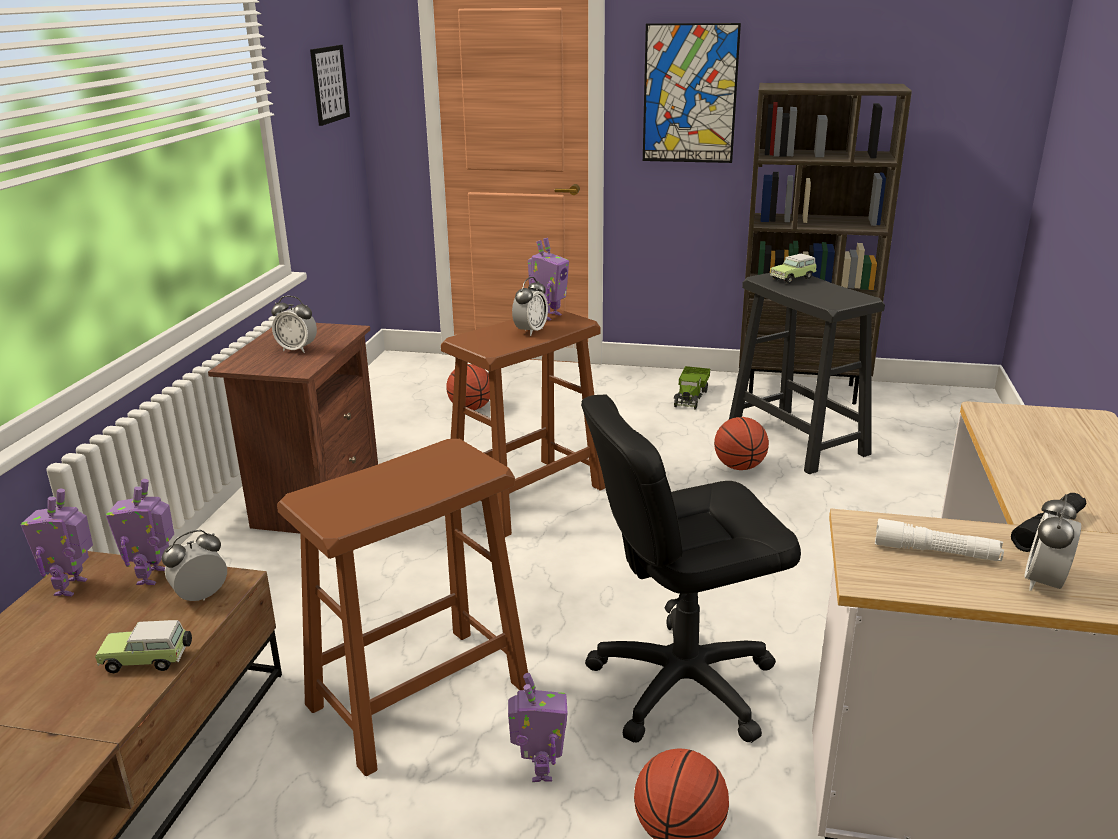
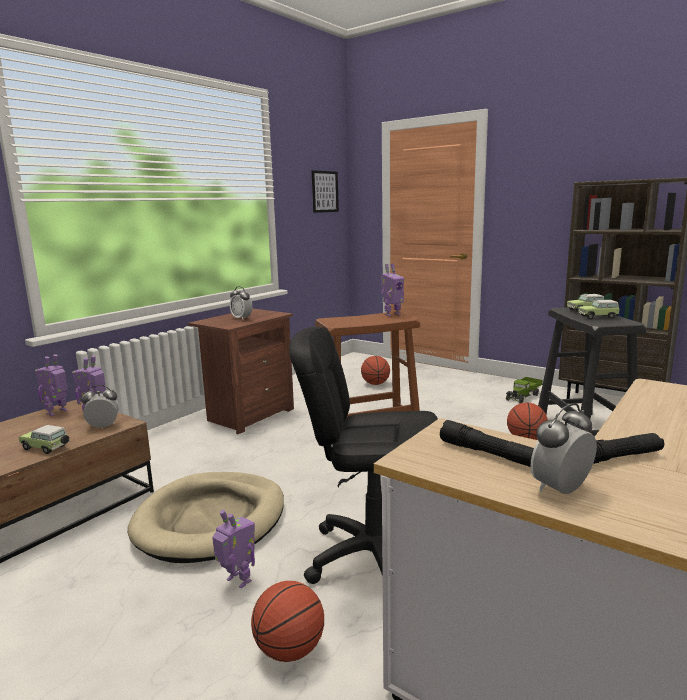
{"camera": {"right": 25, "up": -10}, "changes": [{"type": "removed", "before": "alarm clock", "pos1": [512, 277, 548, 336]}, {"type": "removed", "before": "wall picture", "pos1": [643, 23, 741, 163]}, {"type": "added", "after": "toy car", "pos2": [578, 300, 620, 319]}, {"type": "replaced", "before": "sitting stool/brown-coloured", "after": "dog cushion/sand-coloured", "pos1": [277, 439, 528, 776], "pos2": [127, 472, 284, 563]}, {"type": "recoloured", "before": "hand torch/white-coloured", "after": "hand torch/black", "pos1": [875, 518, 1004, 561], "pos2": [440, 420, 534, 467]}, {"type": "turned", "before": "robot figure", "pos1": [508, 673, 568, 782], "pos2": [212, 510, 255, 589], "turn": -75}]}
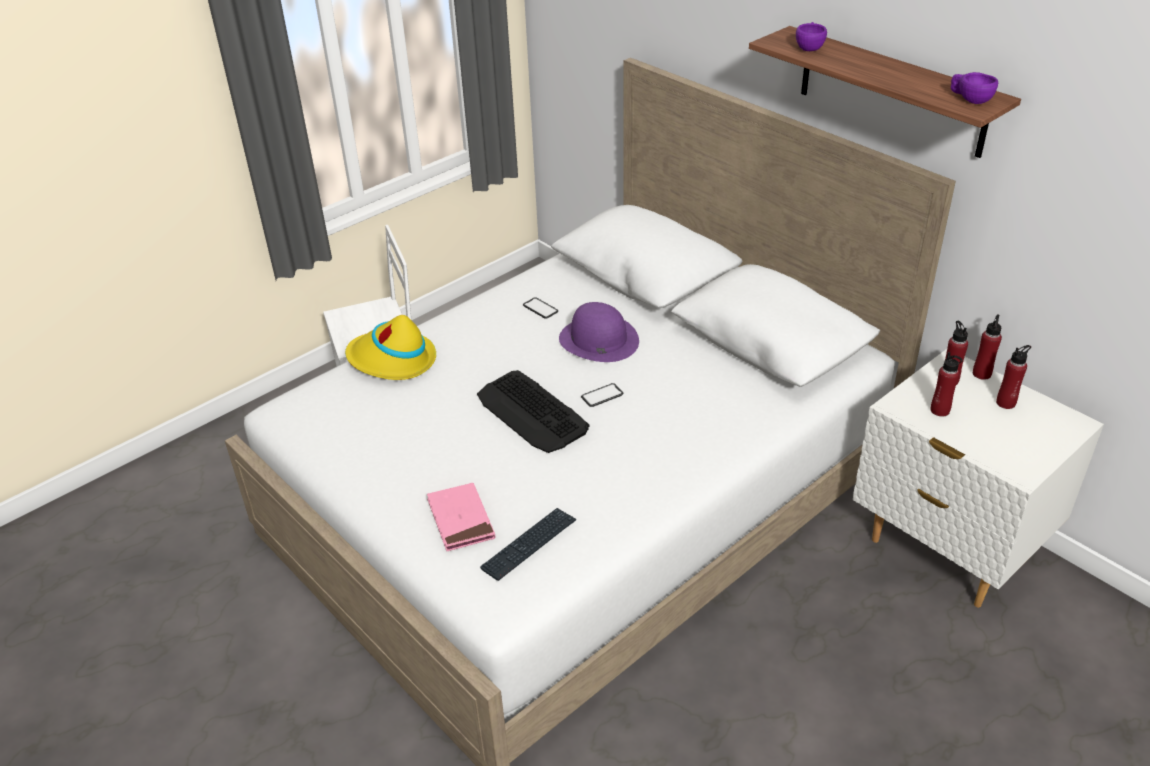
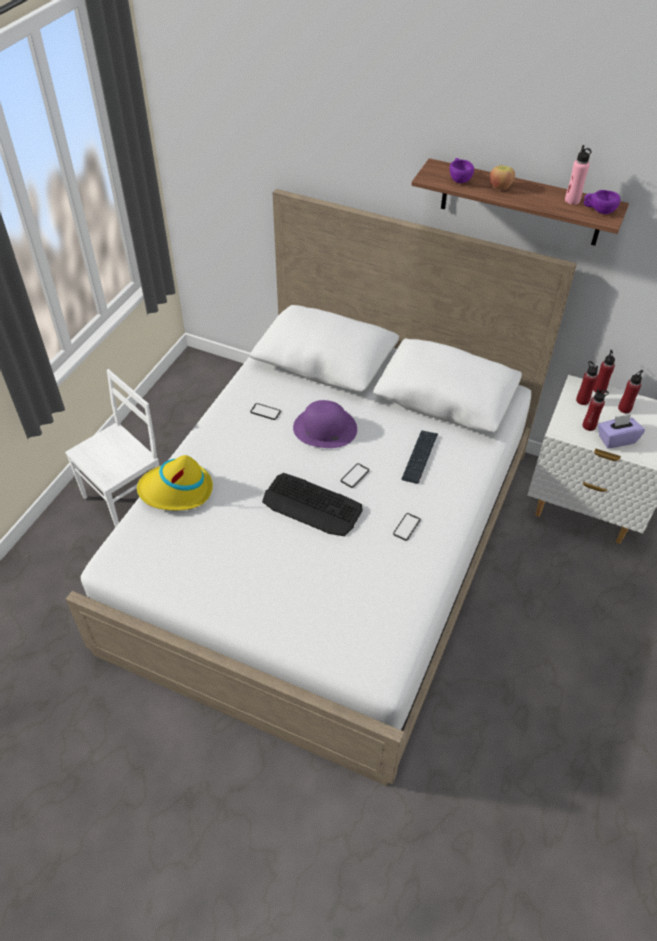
{"camera": {"right": -25, "up": 10}, "changes": [{"type": "removed", "before": "bound book/pink-coloured", "pos1": [427, 483, 495, 551]}, {"type": "added", "after": "phone", "pos2": [393, 513, 420, 541]}, {"type": "added", "after": "apple fruit", "pos2": [490, 165, 515, 190]}, {"type": "added", "after": "drink bottle/pink-coloured", "pos2": [565, 145, 592, 205]}, {"type": "added", "after": "tissue holder/purple-coloured", "pos2": [598, 414, 645, 448]}, {"type": "moved", "before": "keyboard", "pos1": [480, 508, 576, 581], "pos2": [402, 430, 438, 484]}]}
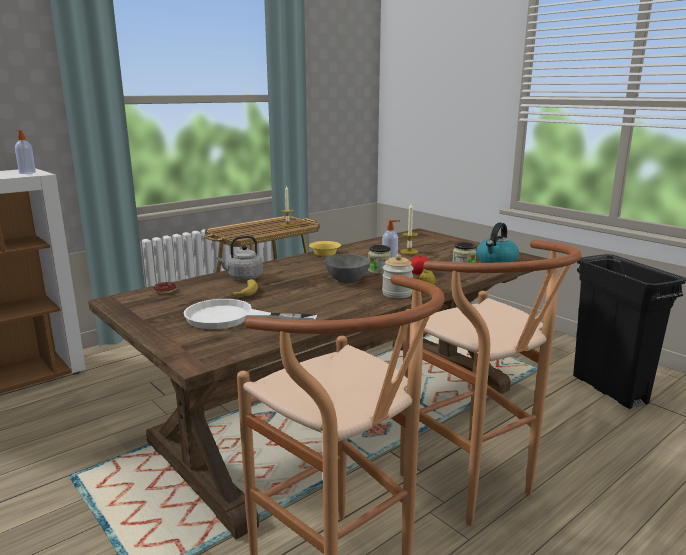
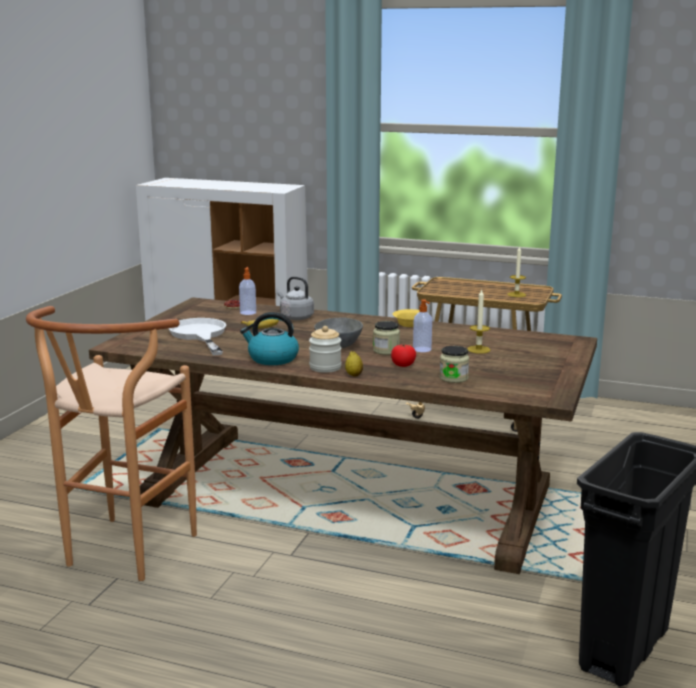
{"camera": {"right": 60, "up": 0}, "changes": [{"type": "removed", "before": "sitting stool/brown-coloured", "pos1": [400, 240, 582, 526]}, {"type": "moved", "before": "liquid soap bottle", "pos1": [15, 130, 36, 174], "pos2": [239, 267, 256, 315]}, {"type": "moved", "before": "kettle", "pos1": [476, 223, 519, 263], "pos2": [240, 312, 299, 365]}]}
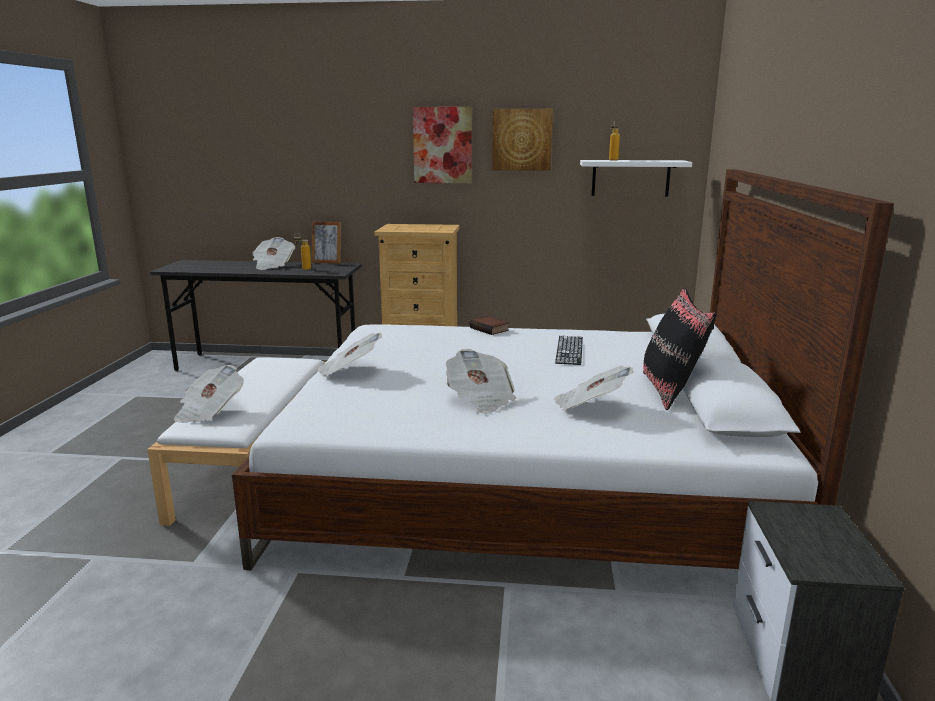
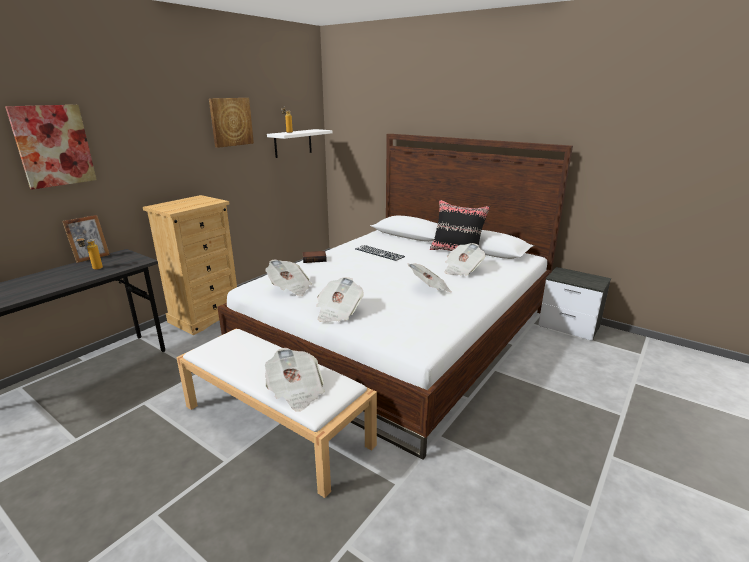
{"camera": {"right": -60, "up": 5}, "changes": [{"type": "moved", "before": "daily paper", "pos1": [253, 237, 295, 270], "pos2": [265, 260, 312, 296]}, {"type": "moved", "before": "wall picture", "pos1": [413, 107, 472, 183], "pos2": [5, 105, 97, 189]}]}
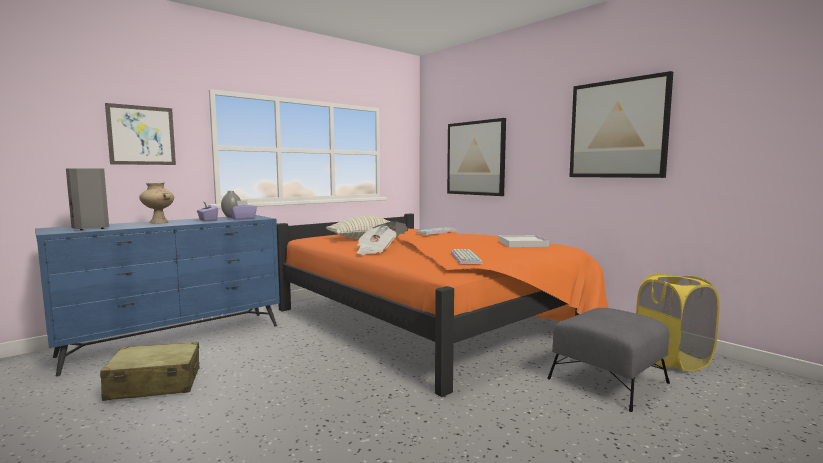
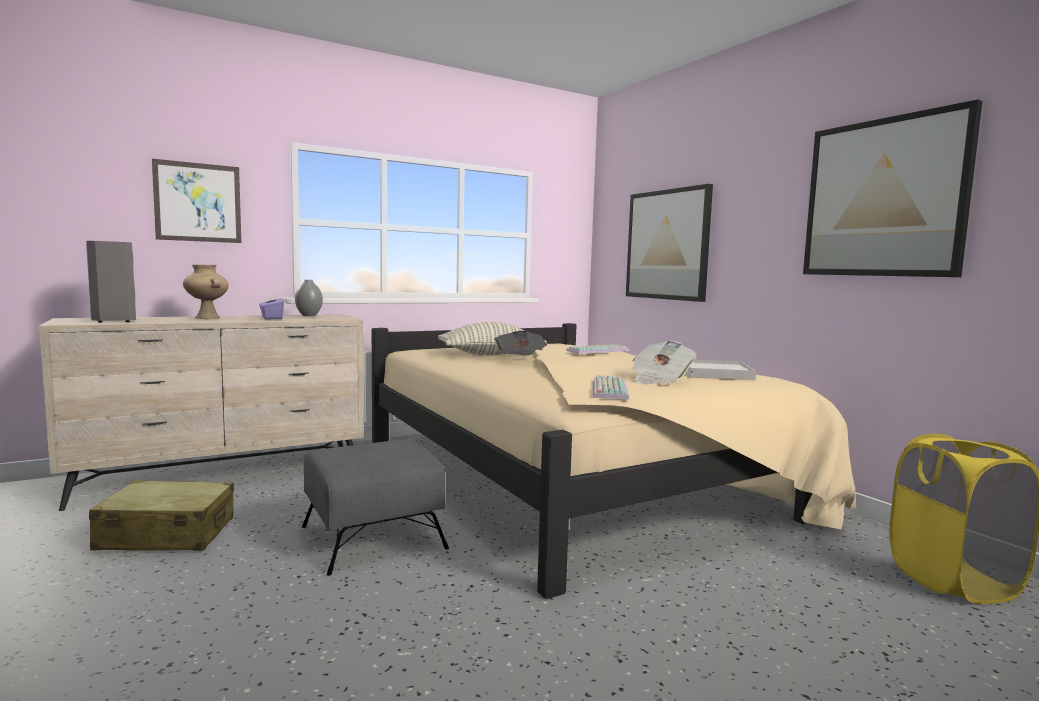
{"camera": {"right": 10, "up": 0}, "changes": [{"type": "removed", "before": "tissue holder/purple-coloured", "pos1": [229, 200, 257, 220]}, {"type": "moved", "before": "daily paper", "pos1": [357, 226, 397, 255], "pos2": [632, 341, 697, 384]}, {"type": "moved", "before": "footrest/grey", "pos1": [547, 308, 670, 412], "pos2": [302, 440, 449, 576]}, {"type": "recoloured", "before": "chest of drawers/blue-coloured", "after": "chest of drawers/sand-coloured", "pos1": [35, 215, 280, 376], "pos2": [39, 315, 364, 511]}, {"type": "recoloured", "before": "bed/orange-coloured", "after": "bed/sand-coloured", "pos1": [277, 214, 608, 397], "pos2": [372, 323, 856, 599]}]}
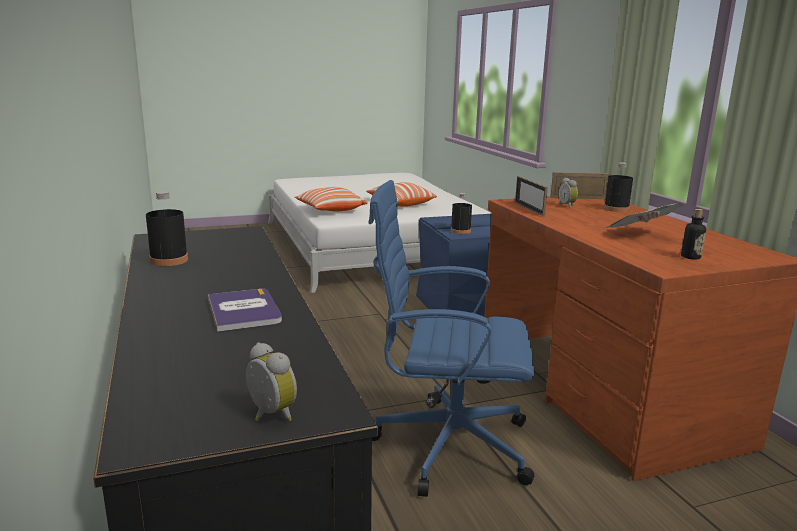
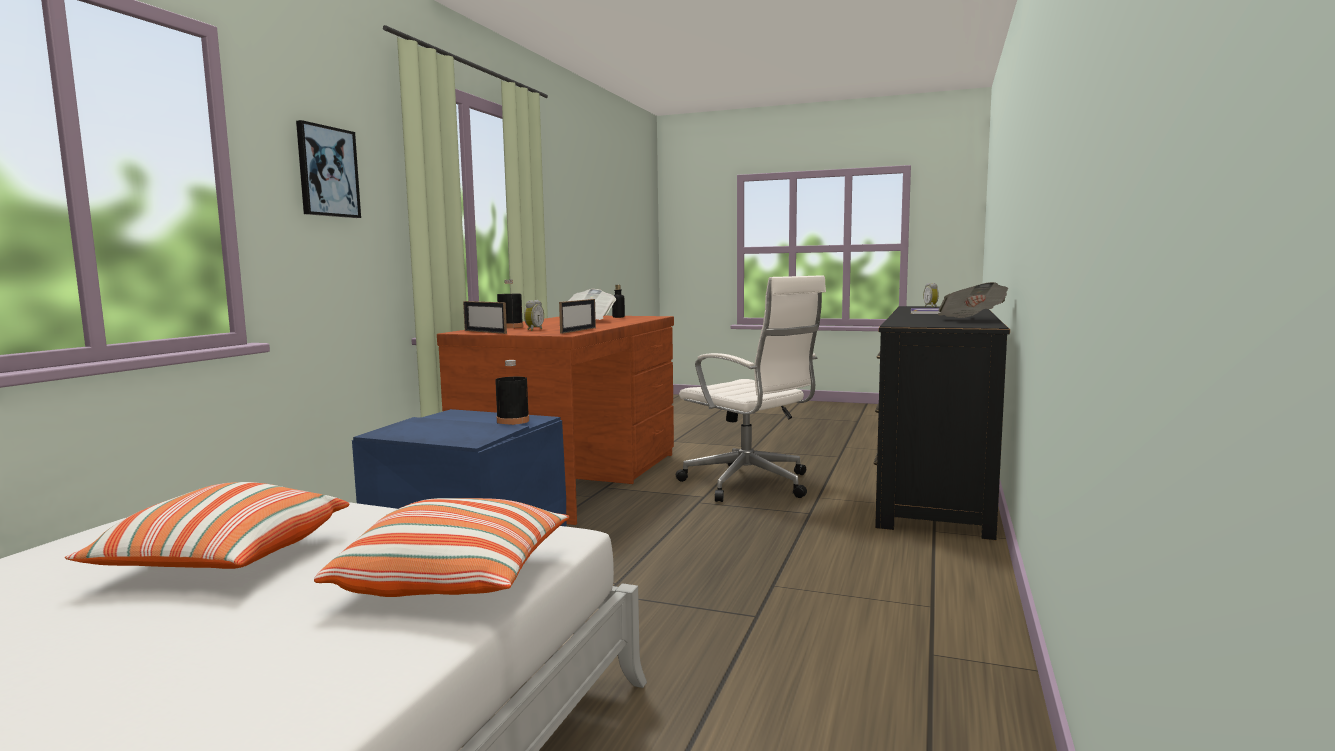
{"camera": {"right": -140, "up": -10}, "changes": [{"type": "added", "after": "wall picture", "pos2": [296, 120, 361, 218]}, {"type": "replaced", "before": "drink bottle/black", "after": "daily paper", "pos1": [146, 191, 188, 266], "pos2": [938, 282, 1008, 318]}, {"type": "recoloured", "before": "office chair/blue-coloured", "after": "office chair/white-coloured", "pos1": [369, 180, 534, 497], "pos2": [676, 275, 826, 502]}]}
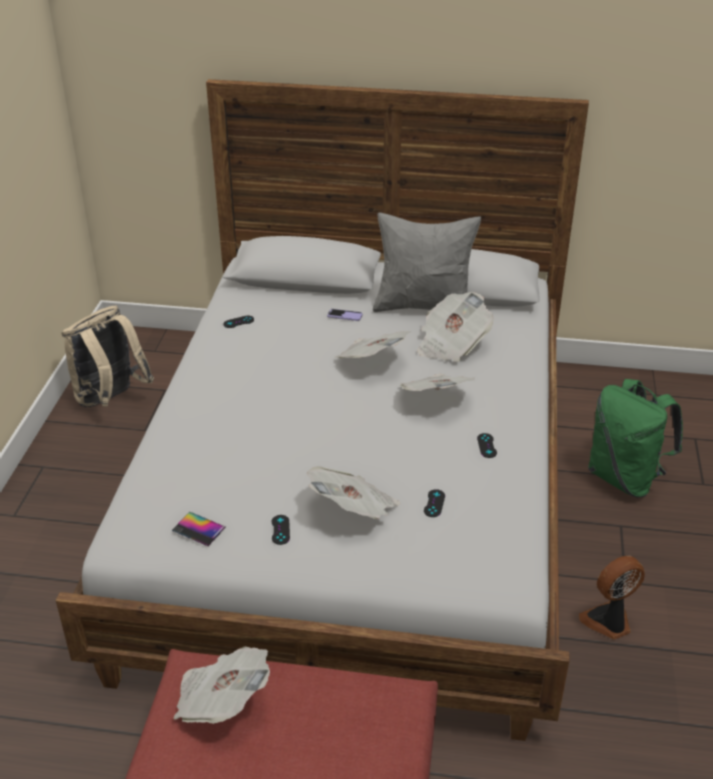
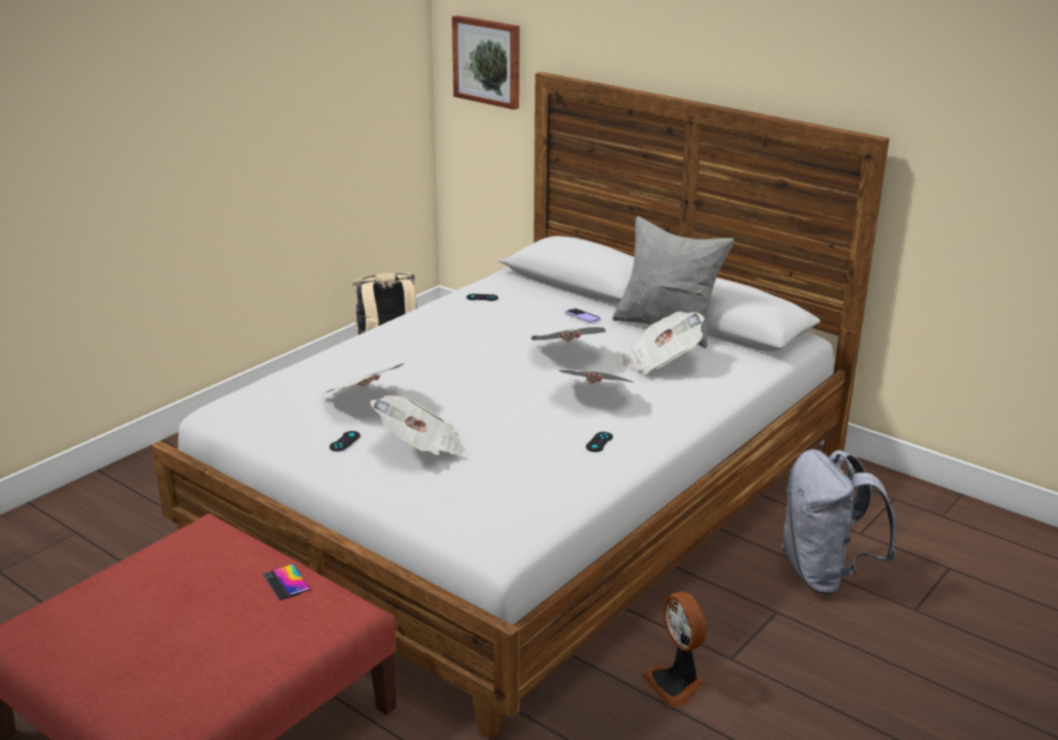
{"camera": {"right": 30, "up": -10}, "changes": [{"type": "removed", "before": "gamepad/black", "pos1": [424, 489, 445, 517]}, {"type": "added", "after": "wall picture", "pos2": [452, 15, 520, 110]}, {"type": "moved", "before": "phone", "pos1": [172, 512, 225, 546], "pos2": [263, 564, 311, 601]}, {"type": "moved", "before": "daily paper", "pos1": [174, 646, 270, 724], "pos2": [325, 363, 405, 393]}, {"type": "recoloured", "before": "backpack/greenish", "after": "backpack/grey", "pos1": [588, 379, 683, 497], "pos2": [781, 449, 896, 595]}, {"type": "turned", "before": "fan", "pos1": [579, 556, 645, 640], "pos2": [642, 592, 707, 707], "turn": -120}]}
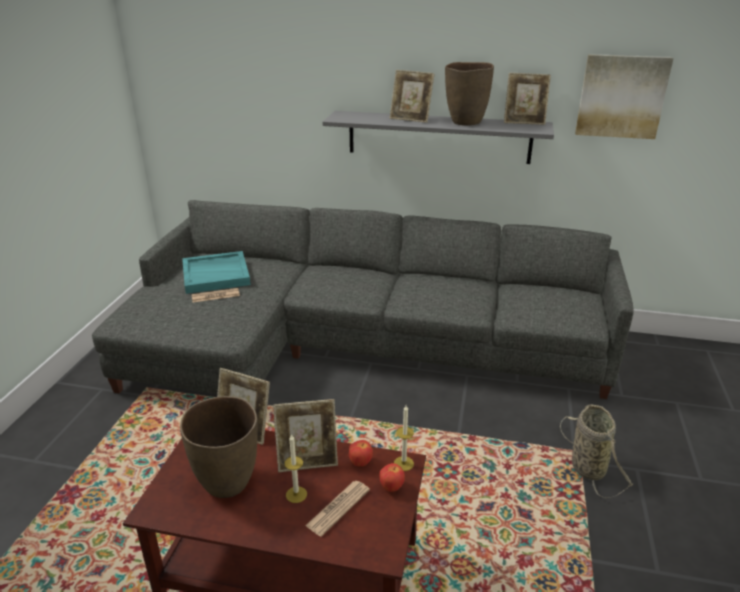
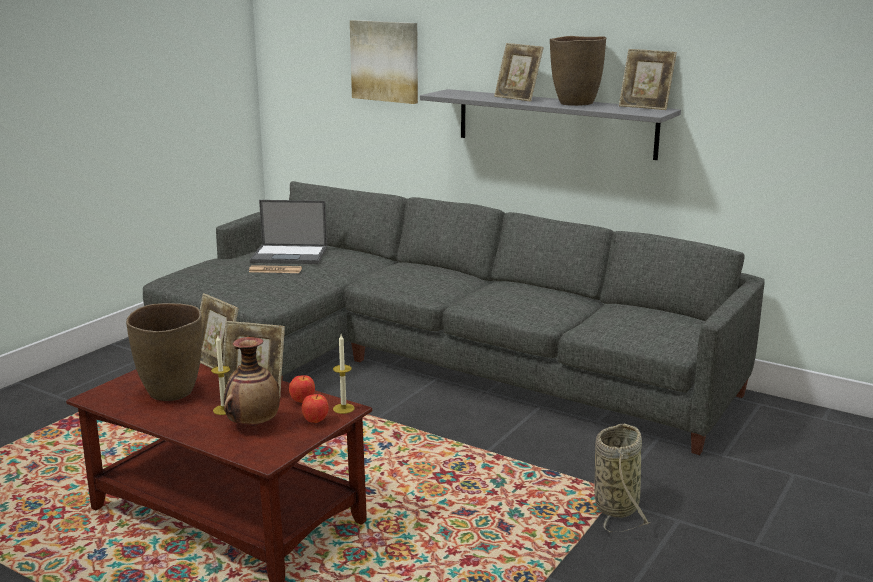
{"camera": {"right": 20, "up": -10}, "changes": [{"type": "moved", "before": "wall picture", "pos1": [575, 54, 674, 139], "pos2": [350, 20, 418, 104]}, {"type": "replaced", "before": "carrying tray/turquoise-coloured", "after": "portable computer", "pos1": [182, 251, 251, 294], "pos2": [250, 200, 327, 264]}, {"type": "replaced", "before": "daily paper", "after": "flower vase", "pos1": [305, 481, 370, 537], "pos2": [224, 337, 280, 426]}]}
